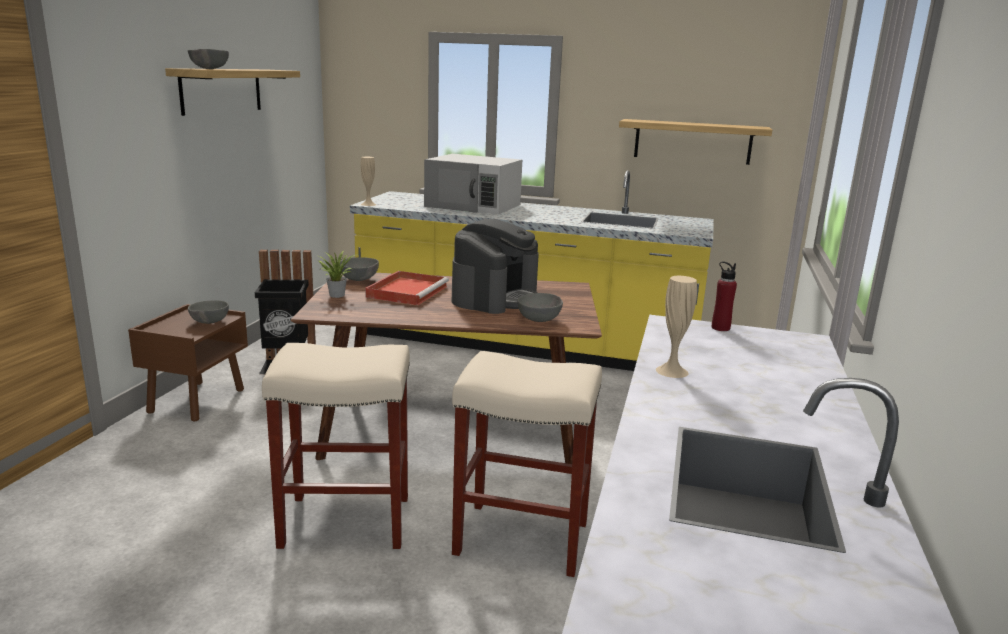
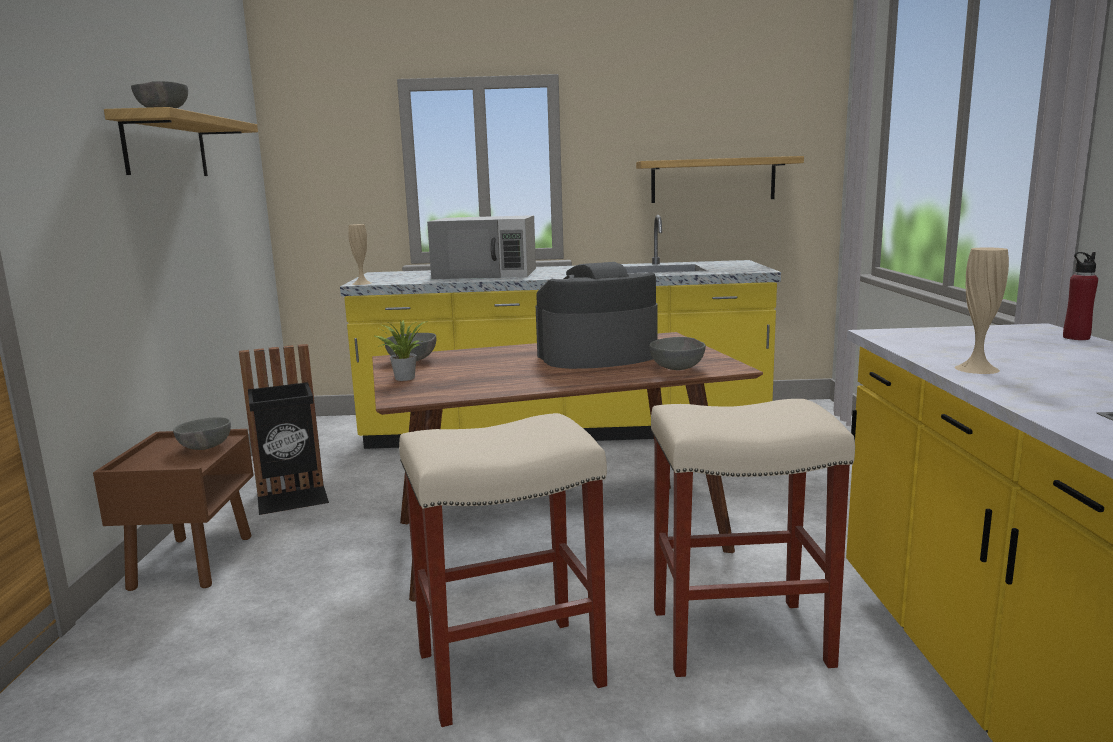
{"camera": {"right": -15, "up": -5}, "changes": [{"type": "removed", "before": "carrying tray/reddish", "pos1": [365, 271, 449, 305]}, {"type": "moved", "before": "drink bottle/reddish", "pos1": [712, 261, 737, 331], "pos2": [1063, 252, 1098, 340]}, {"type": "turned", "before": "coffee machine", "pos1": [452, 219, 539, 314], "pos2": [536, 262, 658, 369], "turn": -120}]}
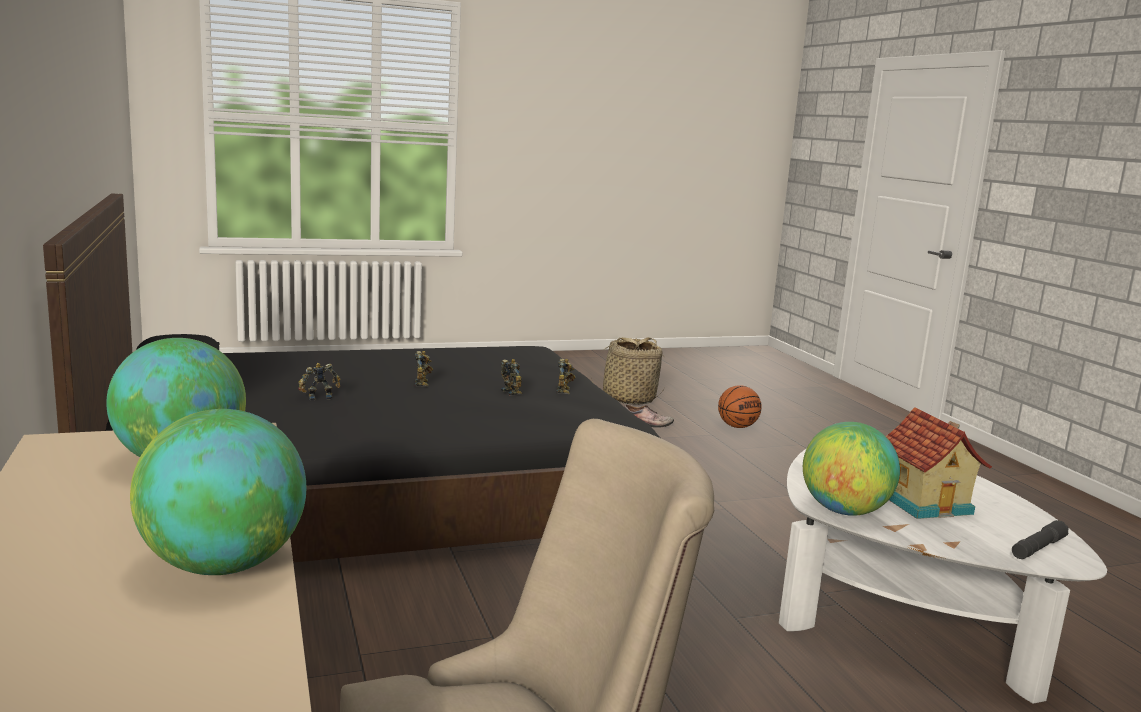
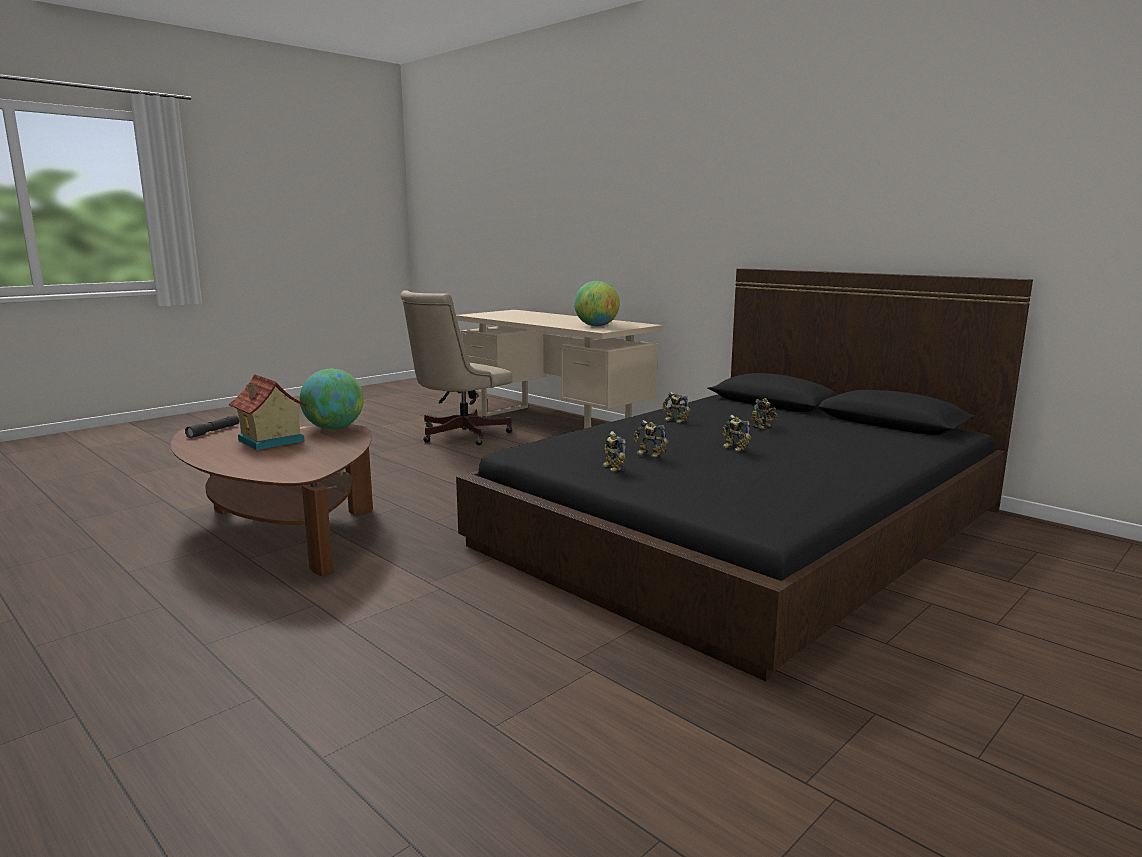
{"camera": {"right": 155, "up": 0}, "changes": [{"type": "removed", "before": "globe", "pos1": [130, 409, 307, 575]}, {"type": "removed", "before": "basket", "pos1": [591, 337, 665, 405]}, {"type": "removed", "before": "shoe", "pos1": [624, 404, 674, 428]}, {"type": "removed", "before": "ball for basketball", "pos1": [718, 385, 762, 428]}, {"type": "added", "after": "robot figure", "pos2": [663, 392, 691, 423]}, {"type": "recoloured", "before": "coffee table/white-coloured", "after": "coffee table/brown-coloured", "pos1": [779, 448, 1107, 704], "pos2": [171, 422, 373, 576]}]}
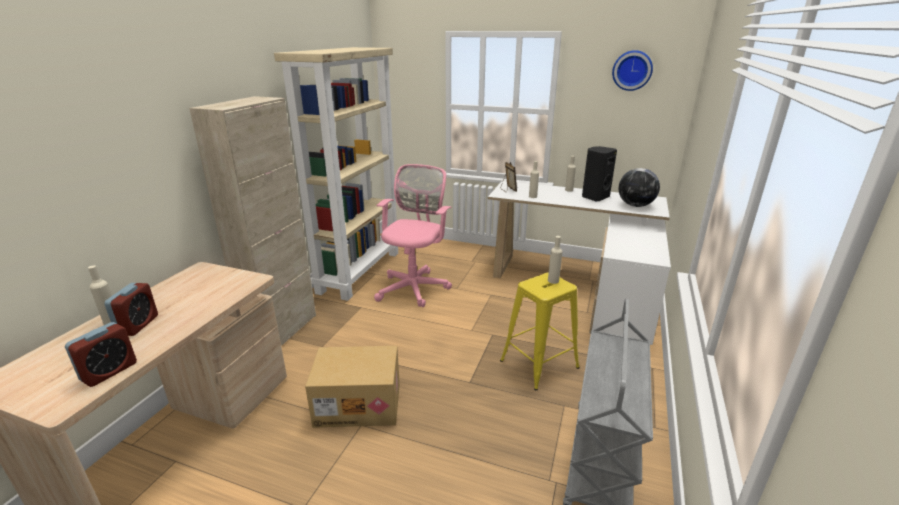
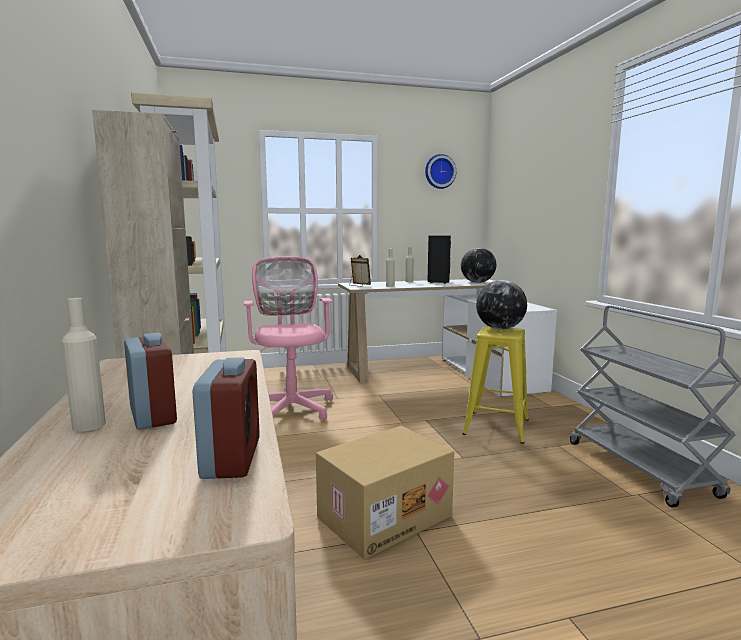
{"camera": {"right": -35, "up": -15}, "changes": [{"type": "replaced", "before": "drink bottle/sand-coloured", "after": "globe", "pos1": [548, 236, 562, 284], "pos2": [476, 280, 527, 330]}]}
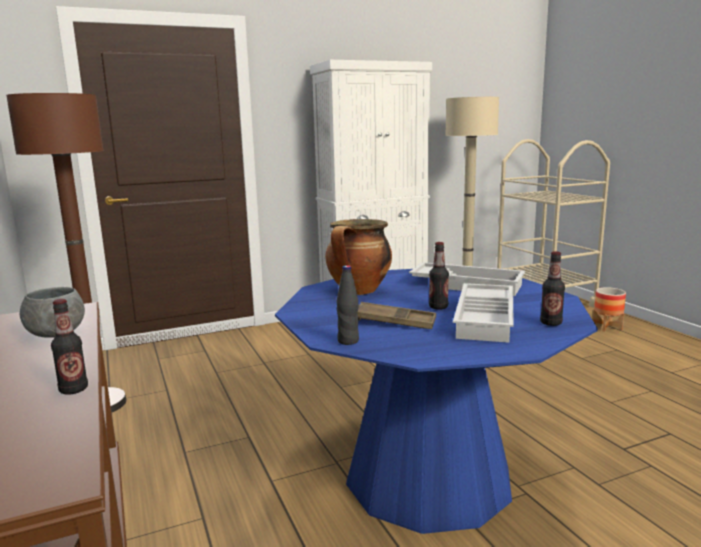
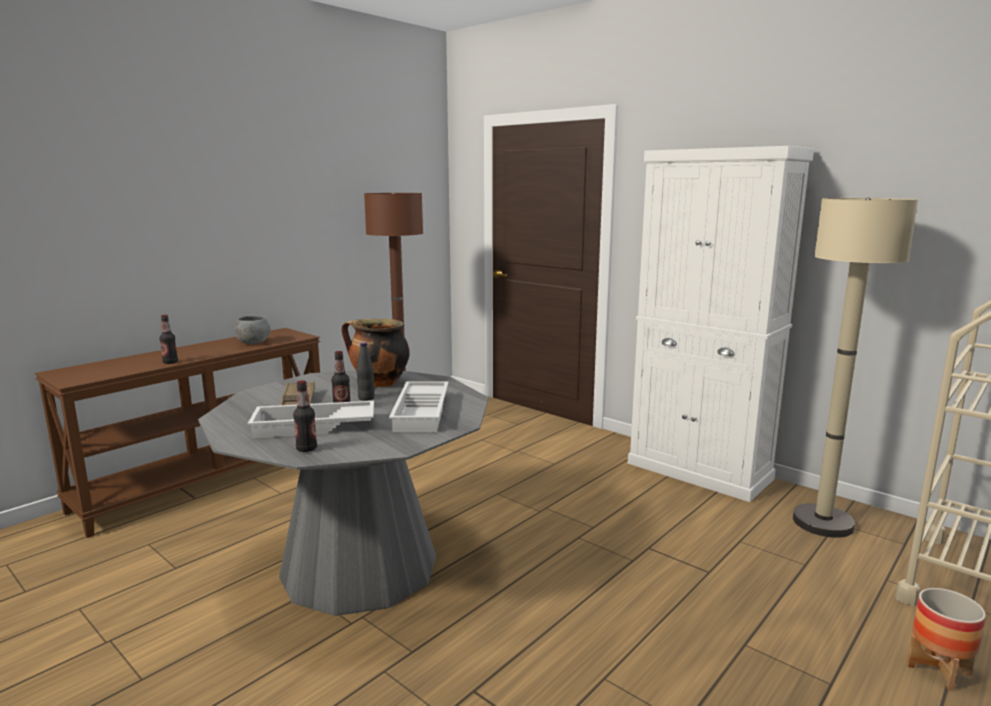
{"camera": {"right": 65, "up": 0}, "changes": [{"type": "moved", "before": "drink bottle/black", "pos1": [336, 265, 359, 345], "pos2": [356, 342, 375, 401]}, {"type": "recoloured", "before": "dining table/blue-coloured", "after": "dining table/grey", "pos1": [275, 269, 598, 534], "pos2": [198, 370, 489, 616]}]}
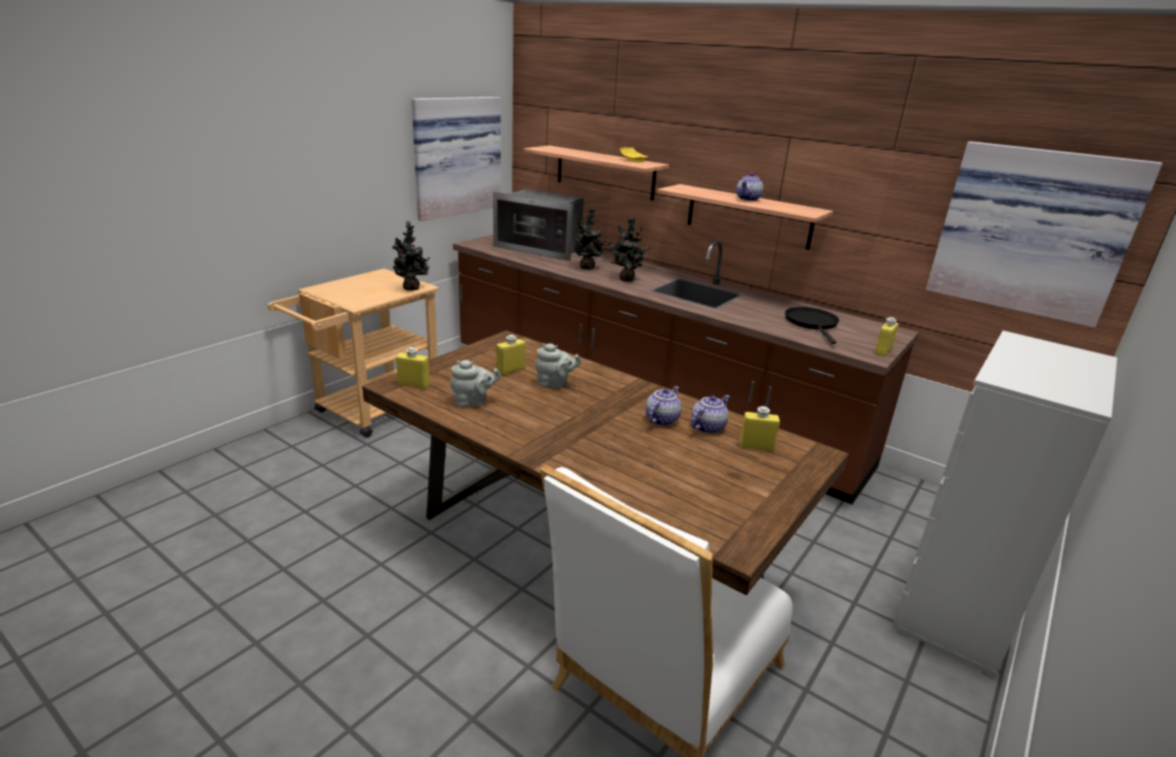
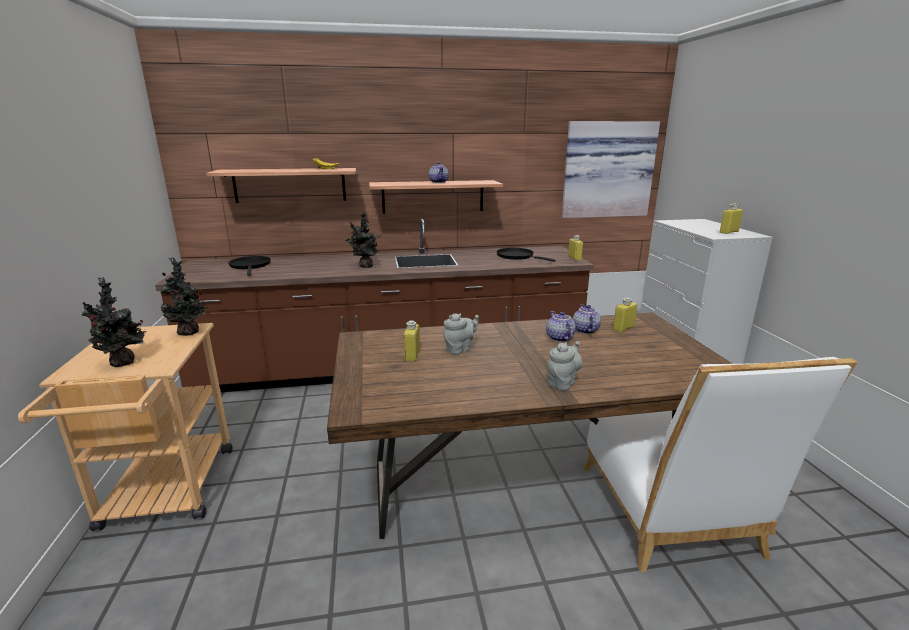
{"camera": {"right": -45, "up": -5}, "changes": [{"type": "removed", "before": "wall picture", "pos1": [411, 97, 501, 221]}, {"type": "moved", "before": "drink bottle/yellowish", "pos1": [396, 347, 430, 389], "pos2": [720, 203, 743, 234]}, {"type": "moved", "before": "pot for tea/grey", "pos1": [450, 360, 501, 407], "pos2": [547, 341, 582, 390]}, {"type": "moved", "before": "houseplant", "pos1": [574, 205, 606, 269], "pos2": [82, 277, 147, 367]}, {"type": "replaced", "before": "microwave oven", "after": "frying pan/black", "pos1": [493, 189, 584, 261], "pos2": [228, 256, 271, 276]}]}
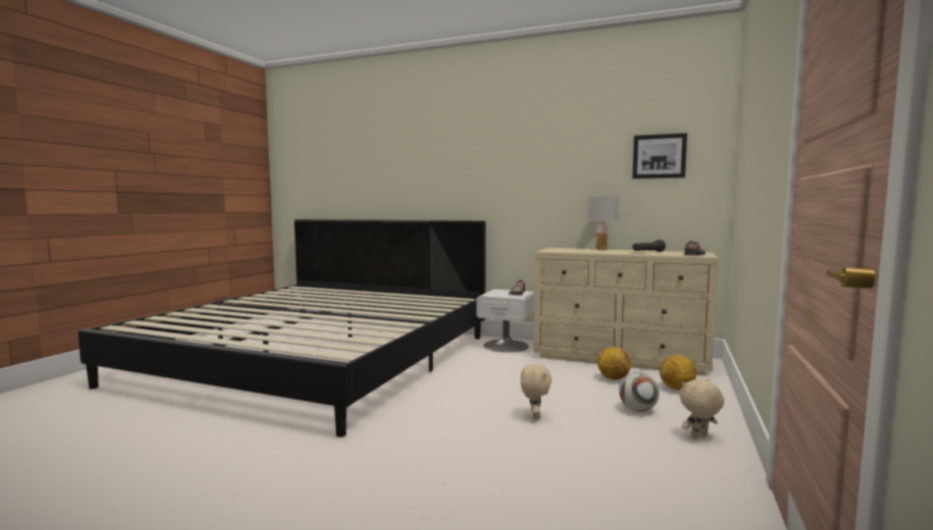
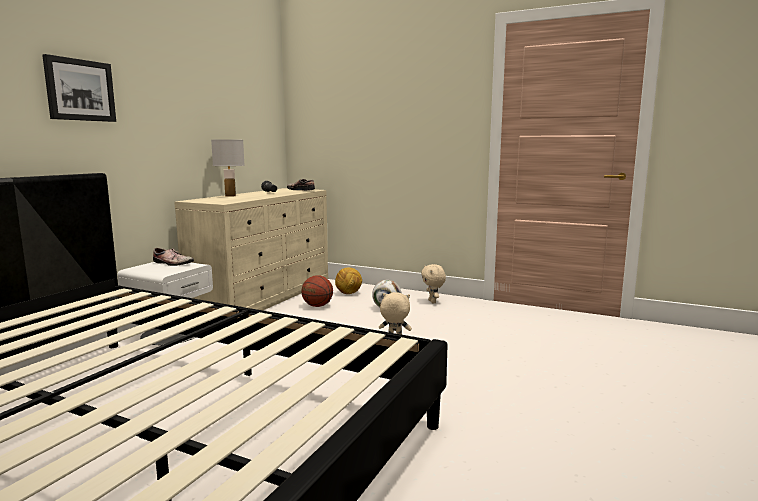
{"camera": {"right": -85, "up": 5}, "changes": [{"type": "moved", "before": "wall picture", "pos1": [632, 133, 687, 179], "pos2": [42, 54, 116, 122]}, {"type": "replaced", "before": "football ball", "after": "ball for basketball", "pos1": [597, 347, 631, 380], "pos2": [301, 275, 333, 307]}]}
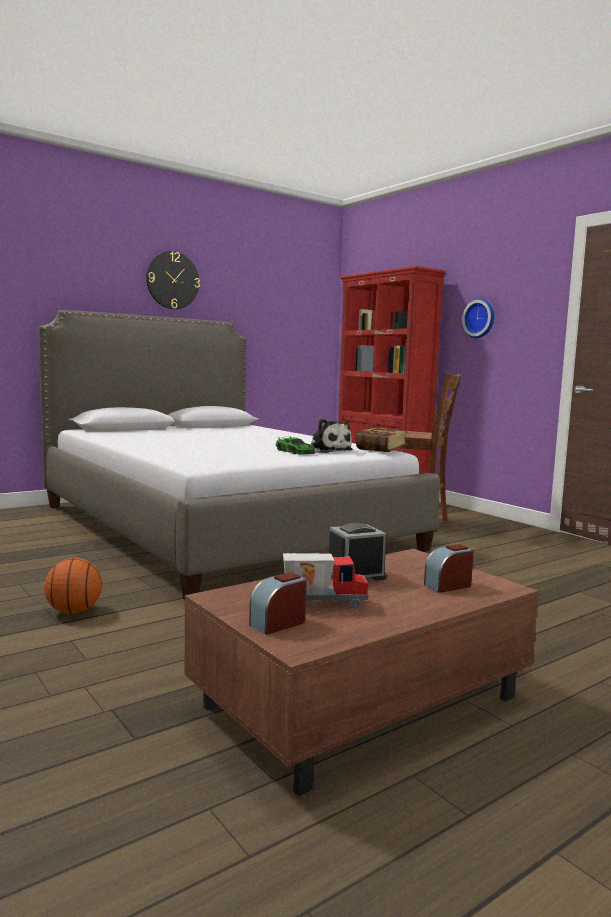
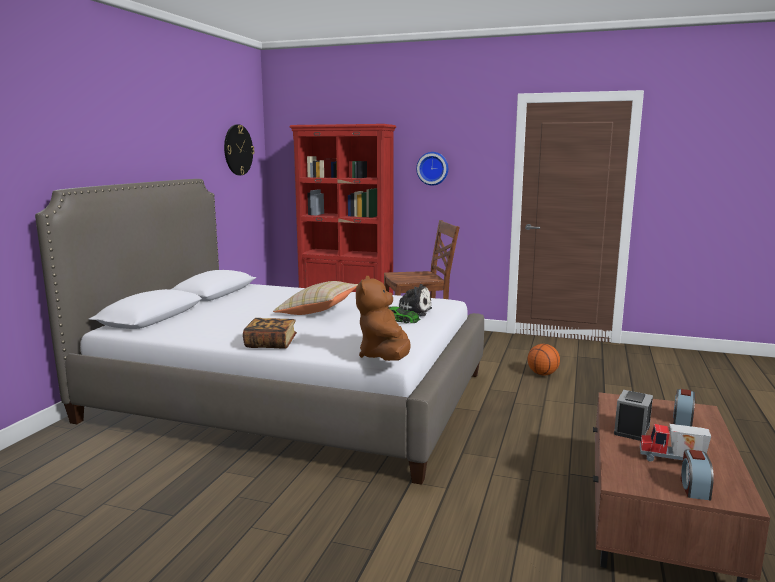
{"camera": {"right": -35, "up": 5}, "changes": [{"type": "added", "after": "pillow/sand-coloured", "pos2": [273, 281, 358, 315]}, {"type": "added", "after": "cuddly toy/brown-coloured", "pos2": [356, 276, 411, 361]}, {"type": "moved", "before": "ball for basketball", "pos1": [44, 558, 102, 614], "pos2": [527, 344, 560, 375]}, {"type": "moved", "before": "wall clock", "pos1": [146, 251, 200, 309], "pos2": [224, 124, 254, 175]}, {"type": "moved", "before": "bound book", "pos1": [356, 428, 408, 452], "pos2": [243, 318, 297, 349]}, {"type": "turned", "before": "toy truck", "pos1": [283, 553, 368, 609], "pos2": [640, 424, 711, 461], "turn": -120}]}
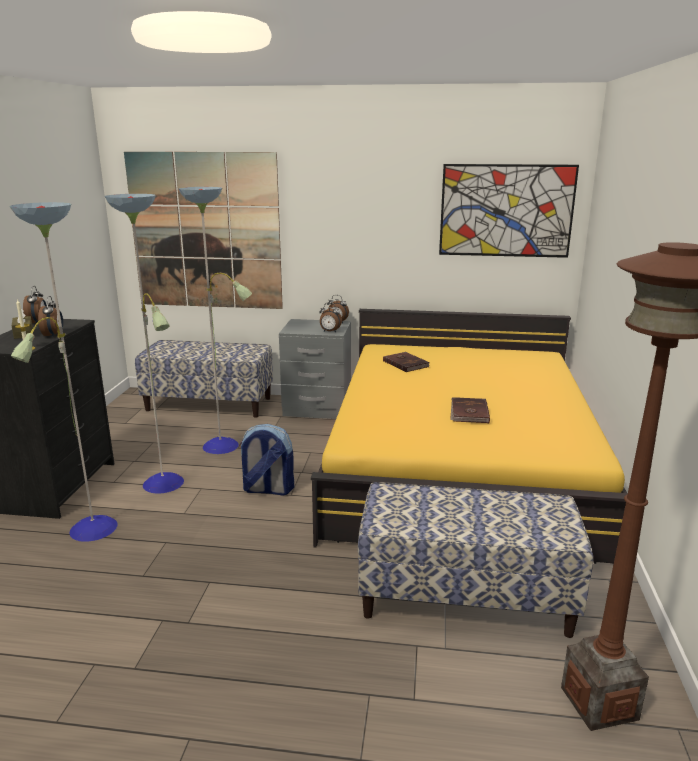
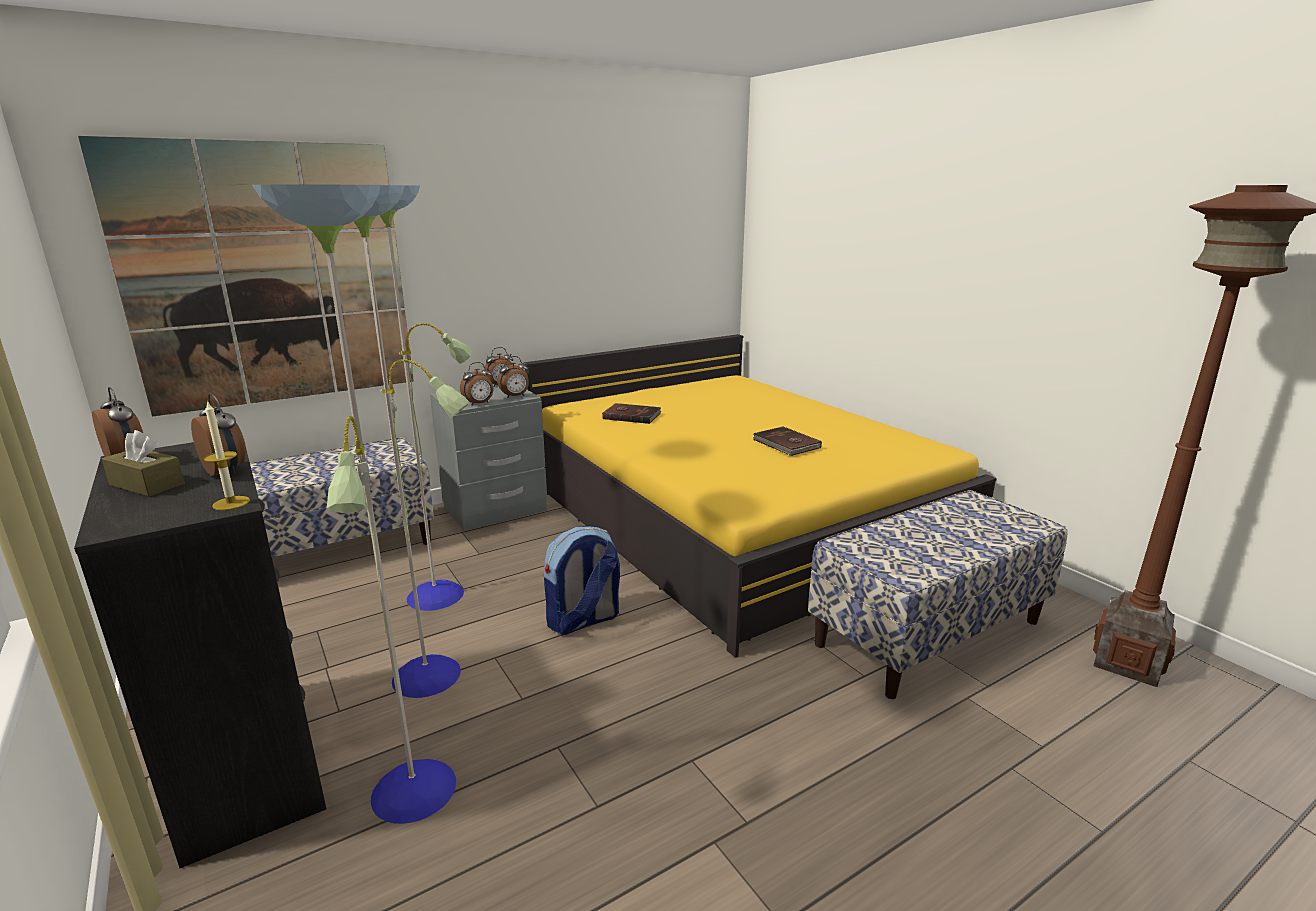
{"camera": {"right": -40, "up": 0}, "changes": [{"type": "removed", "before": "wall picture", "pos1": [439, 164, 579, 258]}, {"type": "added", "after": "alarm clock", "pos2": [460, 362, 493, 406]}]}
